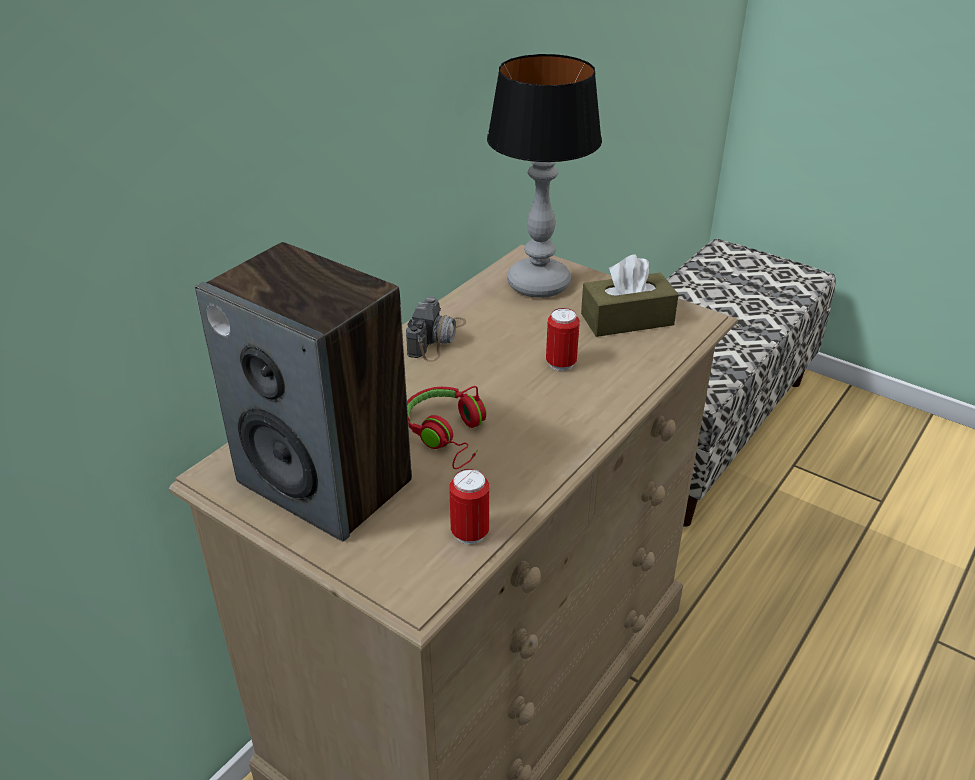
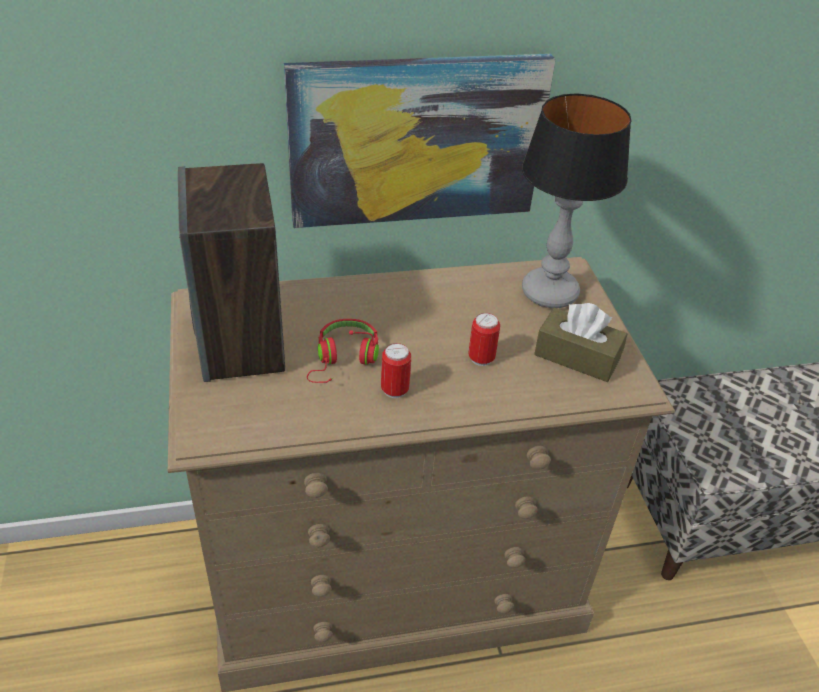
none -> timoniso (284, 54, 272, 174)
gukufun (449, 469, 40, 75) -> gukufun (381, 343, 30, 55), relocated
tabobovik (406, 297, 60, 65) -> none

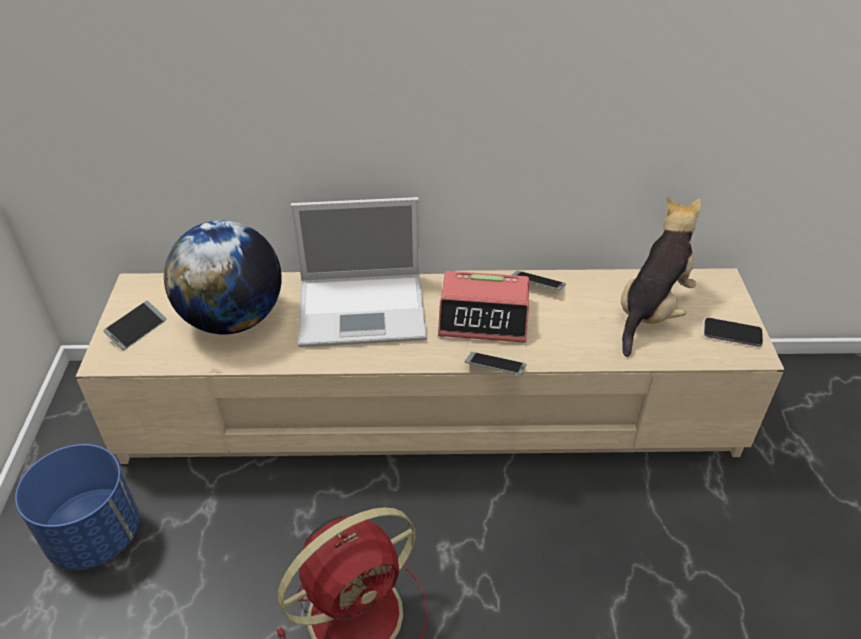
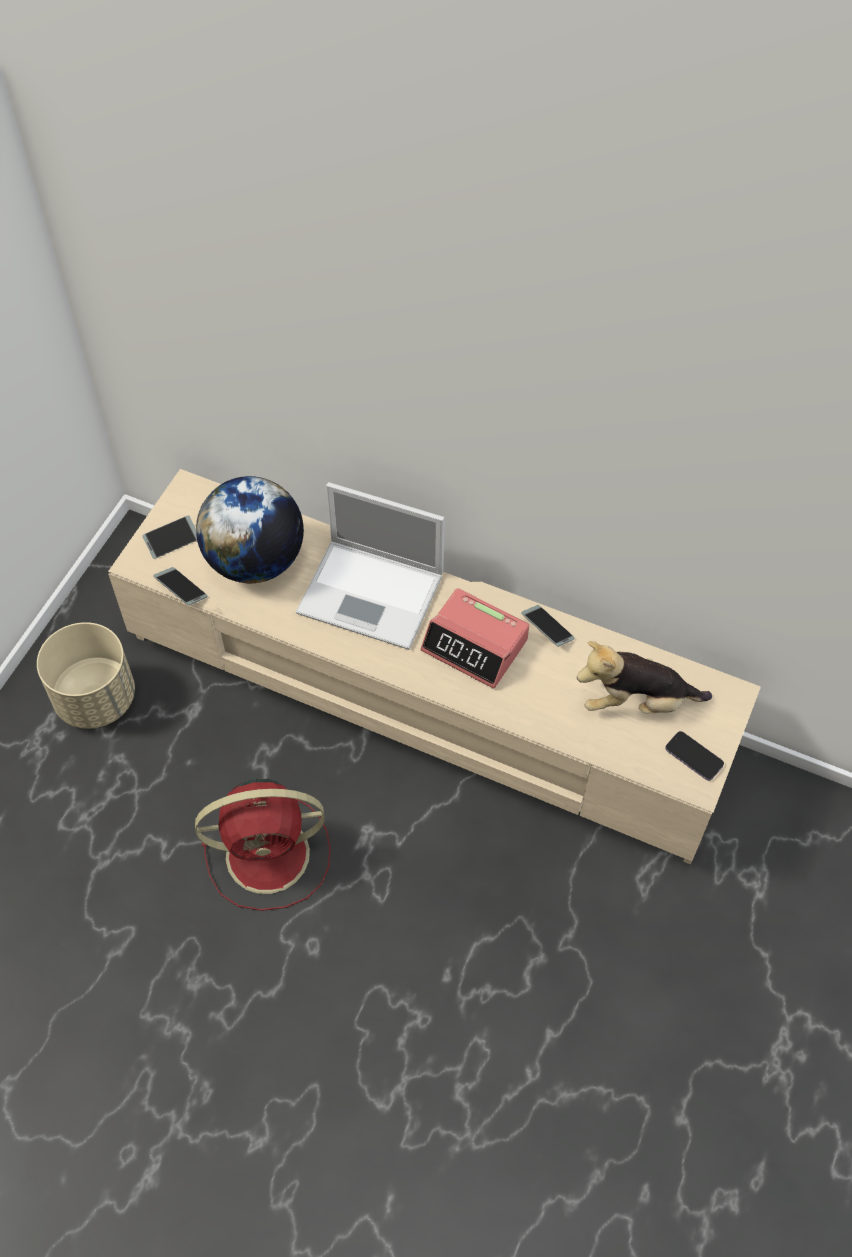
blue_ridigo (15, 444, 124, 126) -> beige_ridigo (37, 622, 98, 107)
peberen (465, 352, 62, 23) -> peberen (153, 567, 55, 38), relocated
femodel (621, 197, 80, 160) -> femodel (577, 641, 135, 73), 150 degrees counterclockwise

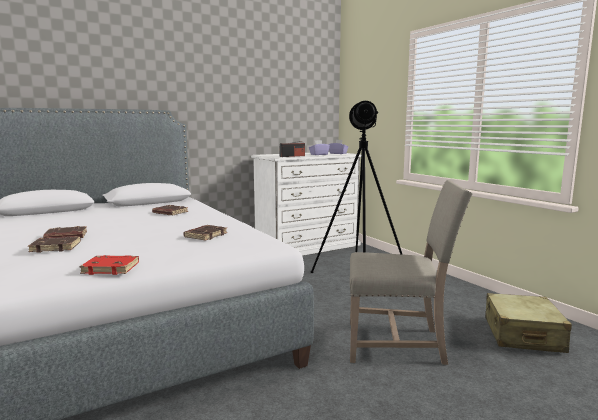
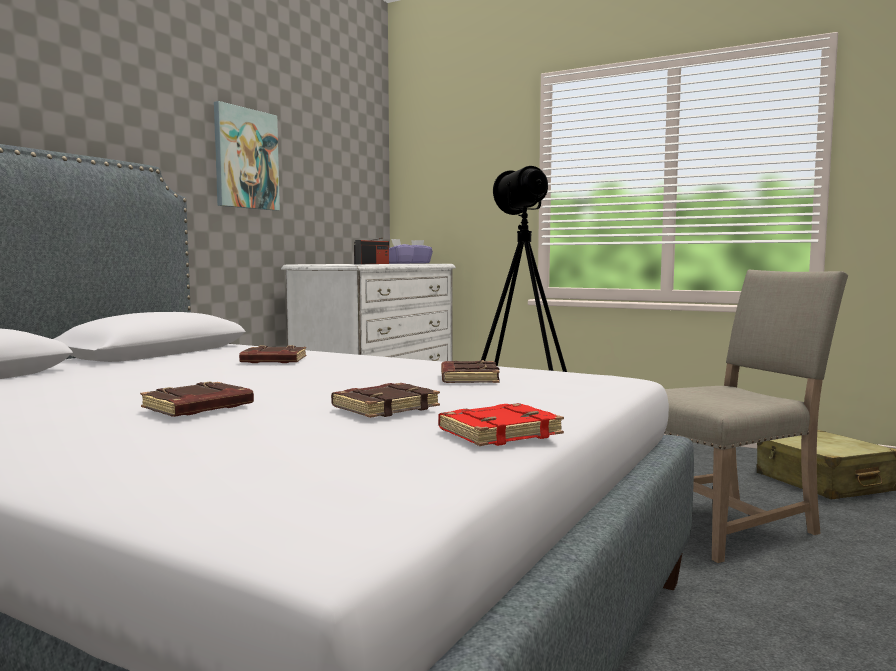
none -> timoniso (214, 101, 66, 110)
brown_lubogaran (28, 236, 53, 17) -> brown_lubogaran (331, 383, 109, 35), relocated

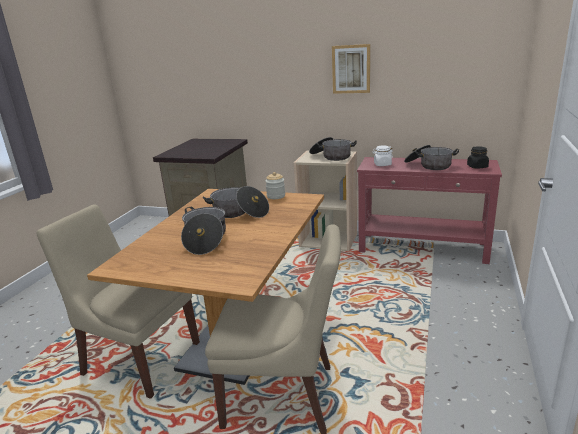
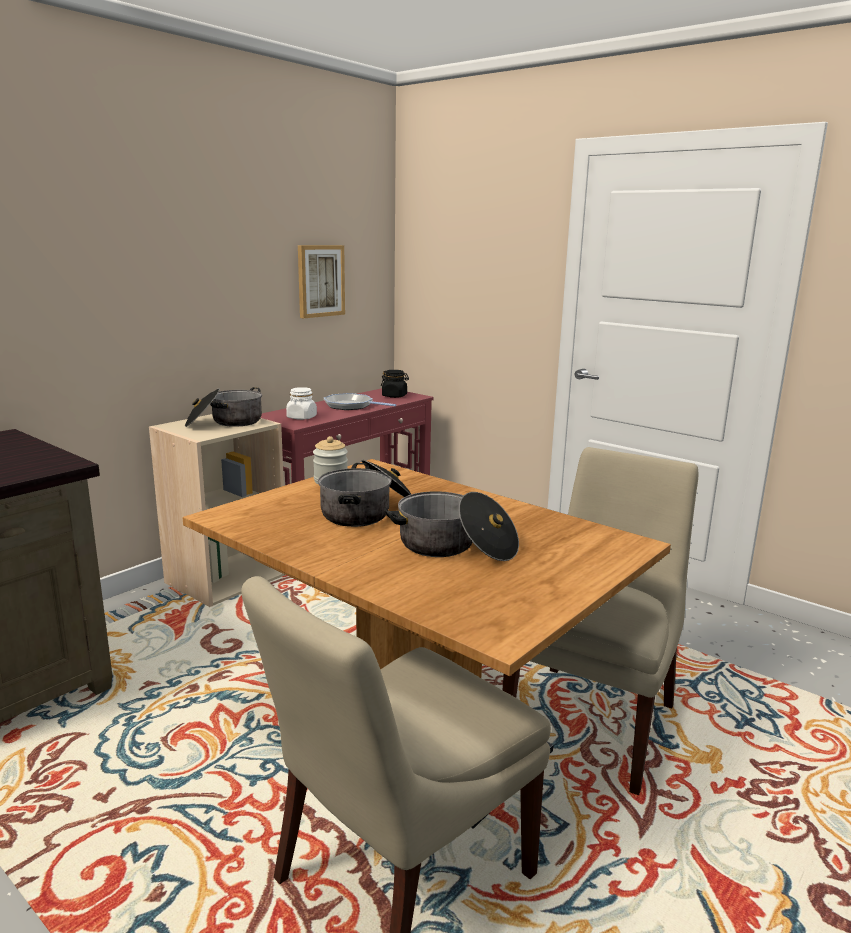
timoniso (332, 44, 38, 50) -> timoniso (298, 245, 47, 73), relocated
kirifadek (404, 145, 55, 25) -> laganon (324, 393, 72, 17)

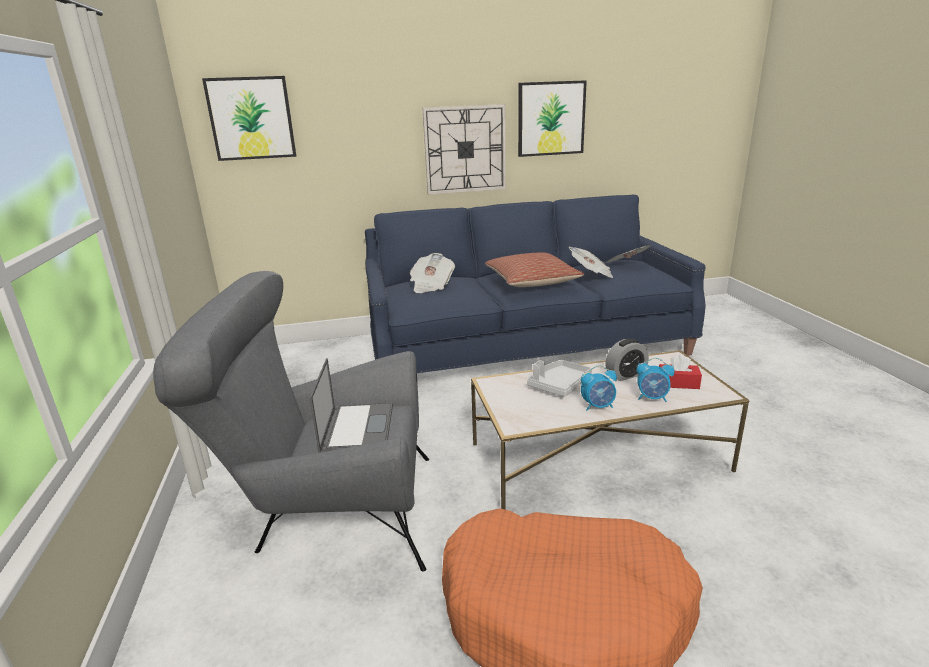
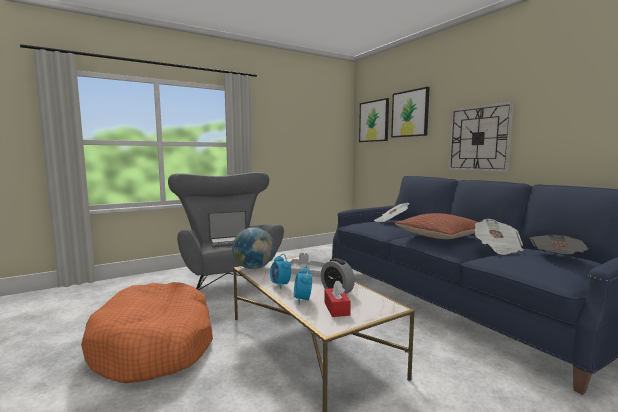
none -> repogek (232, 227, 42, 42)
timoniso (518, 80, 69, 77) -> timoniso (391, 87, 39, 51), relocated

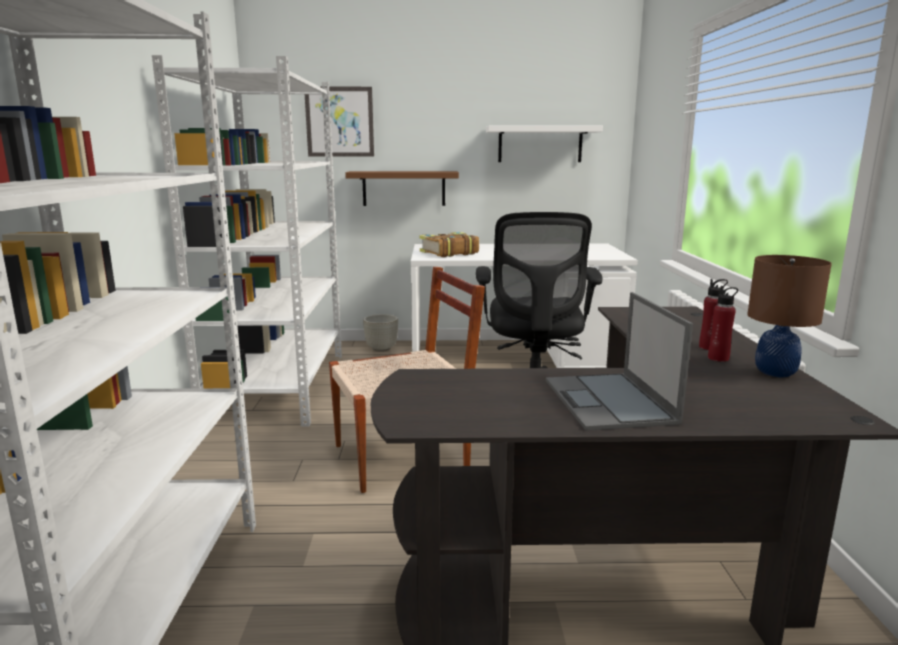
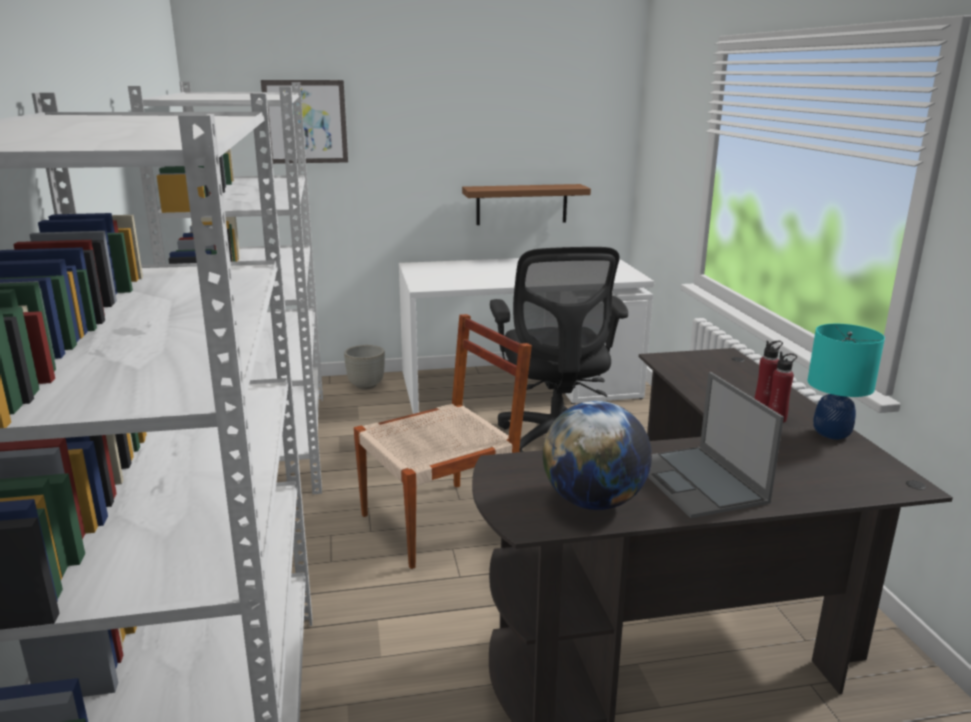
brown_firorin (345, 171, 114, 35) -> brown_firorin (462, 184, 129, 41), relocated
none -> repogek (542, 401, 110, 109)
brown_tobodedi (747, 255, 85, 123) -> turquoise_tobodedi (807, 324, 78, 116)
lubogaran (420, 232, 59, 25) -> none
white_firorin (486, 125, 117, 37) -> none

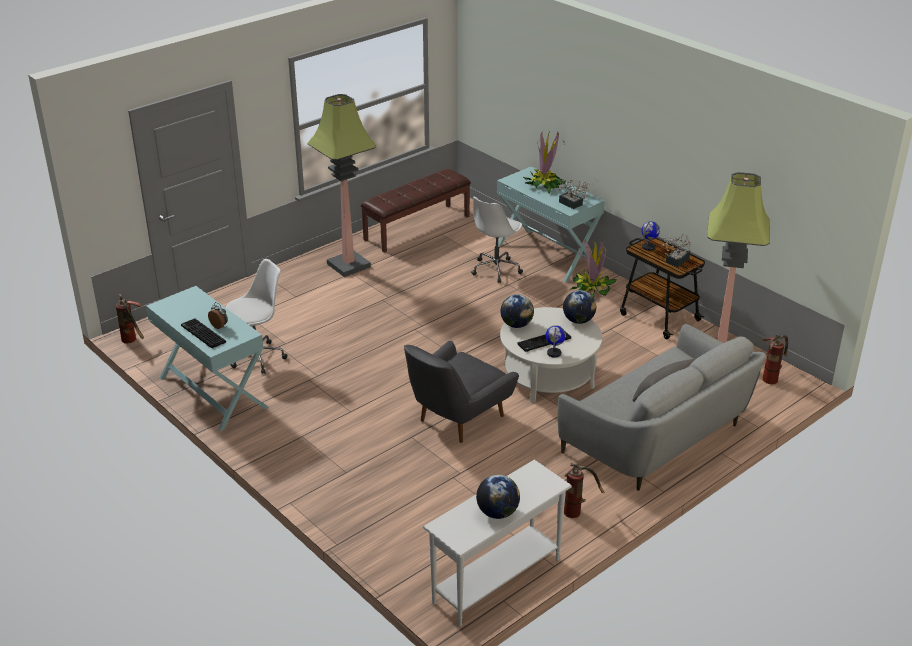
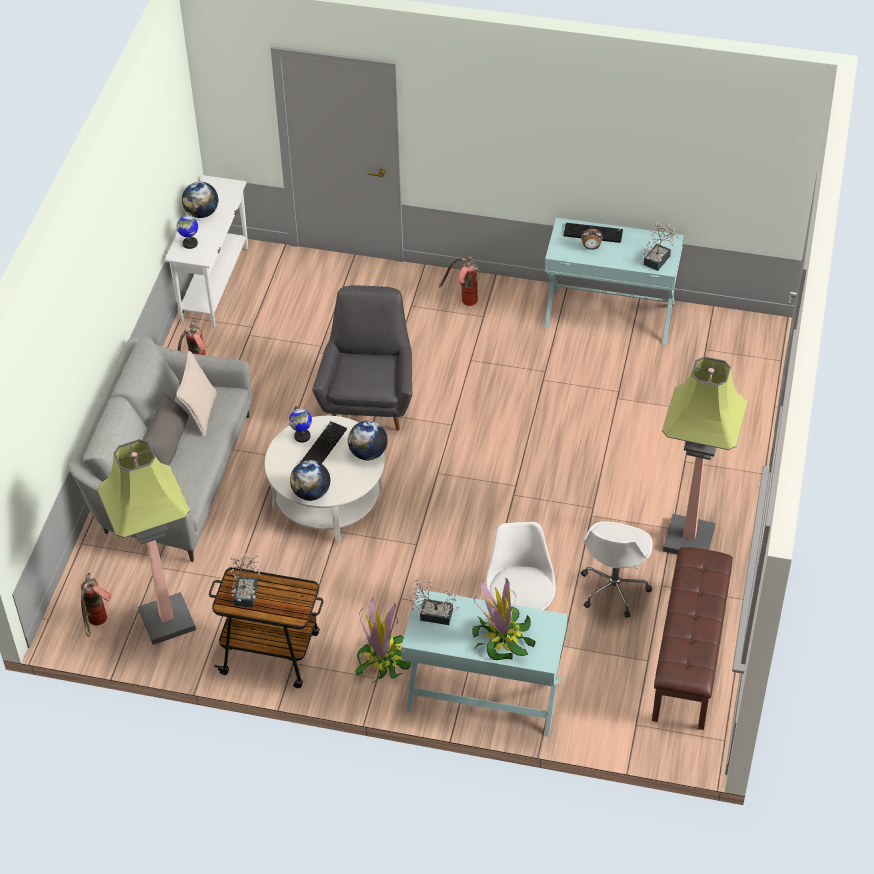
repogek (641, 221, 19, 30) -> repogek (177, 212, 21, 37), relocated
none -> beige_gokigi (177, 351, 40, 85)
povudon (116, 293, 28, 50) -> povudon (438, 257, 41, 49), relocated
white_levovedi (226, 259, 62, 115) -> white_levovedi (581, 521, 72, 97), relocated
none -> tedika (644, 222, 34, 49)

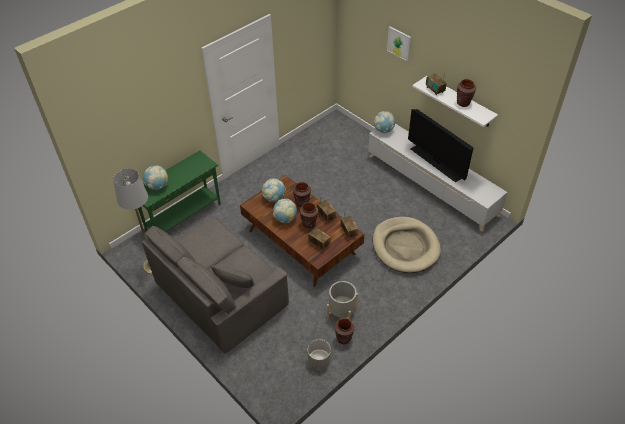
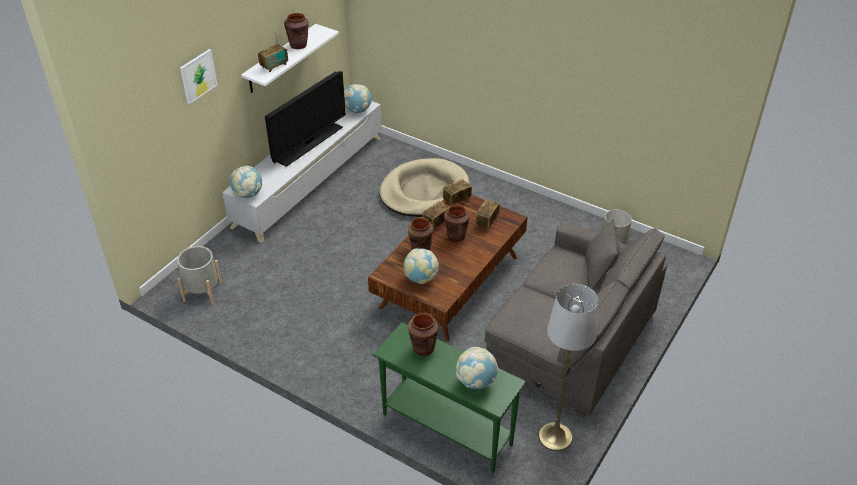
grey_ridigo (327, 281, 31, 39) -> grey_ridigo (177, 246, 45, 58), relocated
repogek (273, 199, 24, 24) -> repogek (344, 84, 27, 29), relocated
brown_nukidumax (335, 318, 20, 26) -> brown_nukidumax (408, 313, 30, 43), relocated

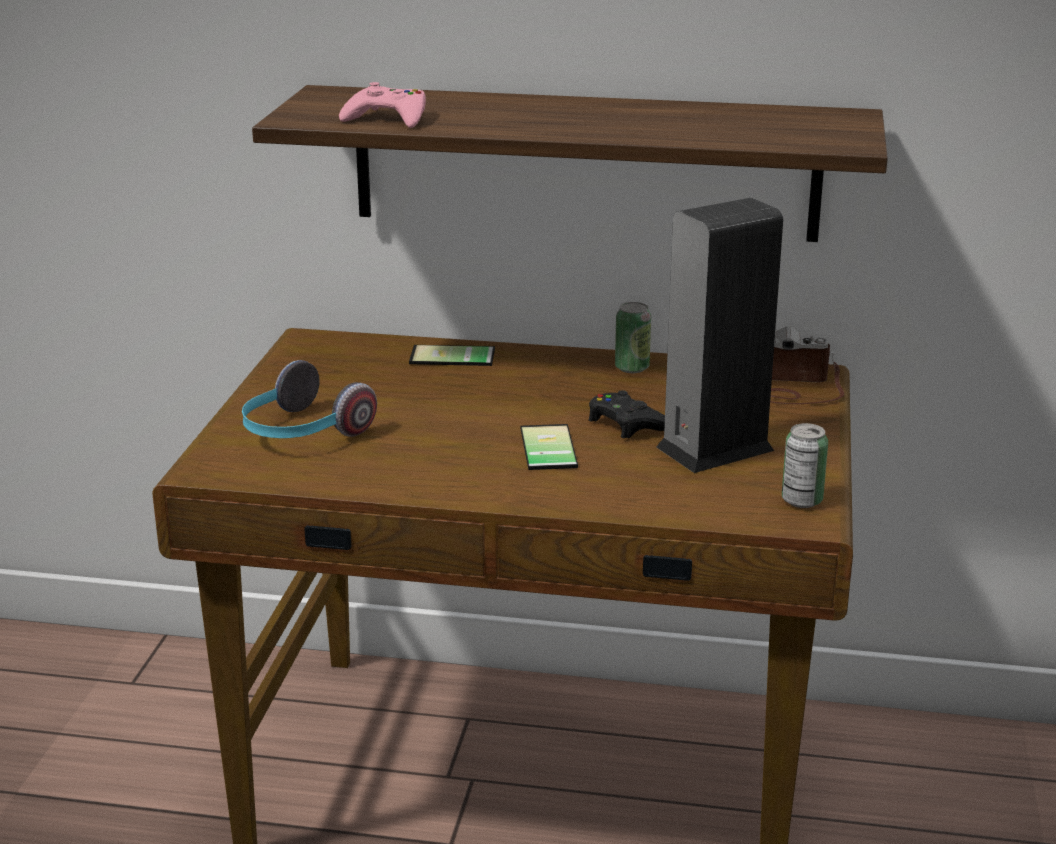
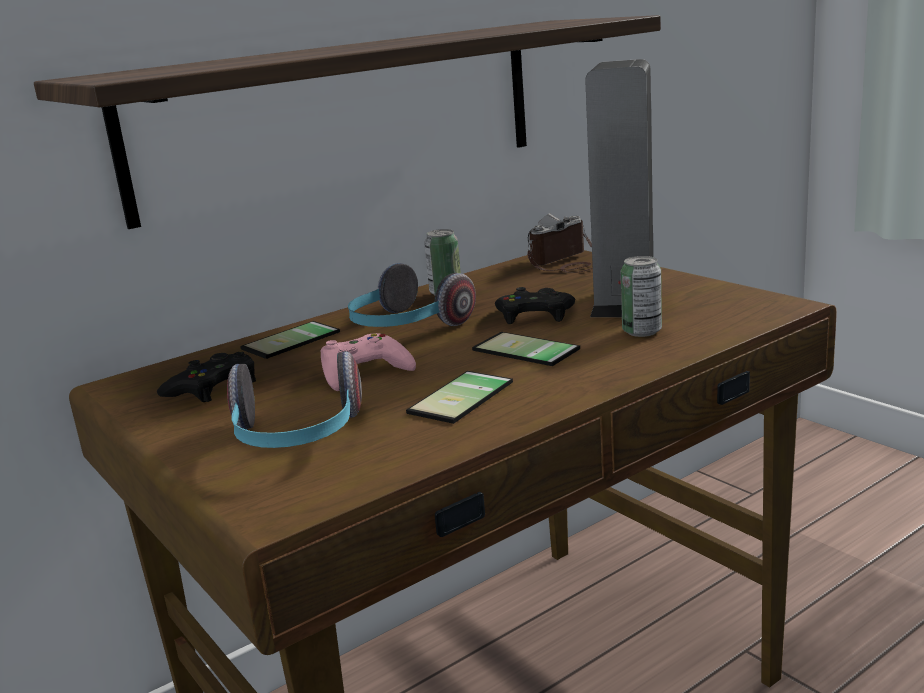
none -> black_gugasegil (157, 352, 99, 50)
pink_gugasegil (339, 82, 87, 46) -> pink_gugasegil (320, 333, 96, 58), relocated
none -> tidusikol (348, 263, 128, 64)
none -> peberen (406, 371, 107, 53)
gukufun (782, 423, 46, 85) -> gukufun (621, 256, 41, 81), relocated

